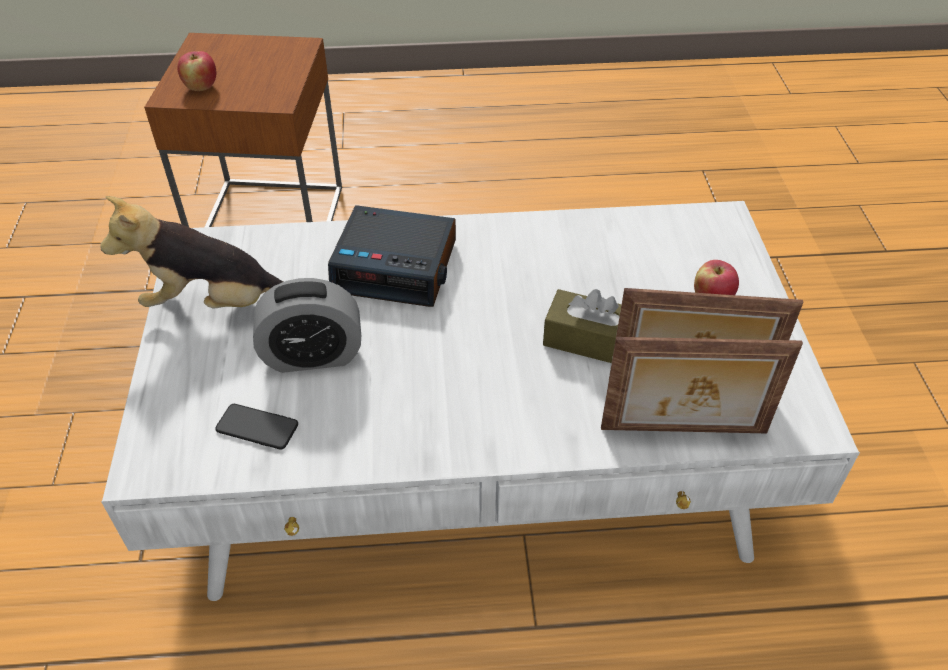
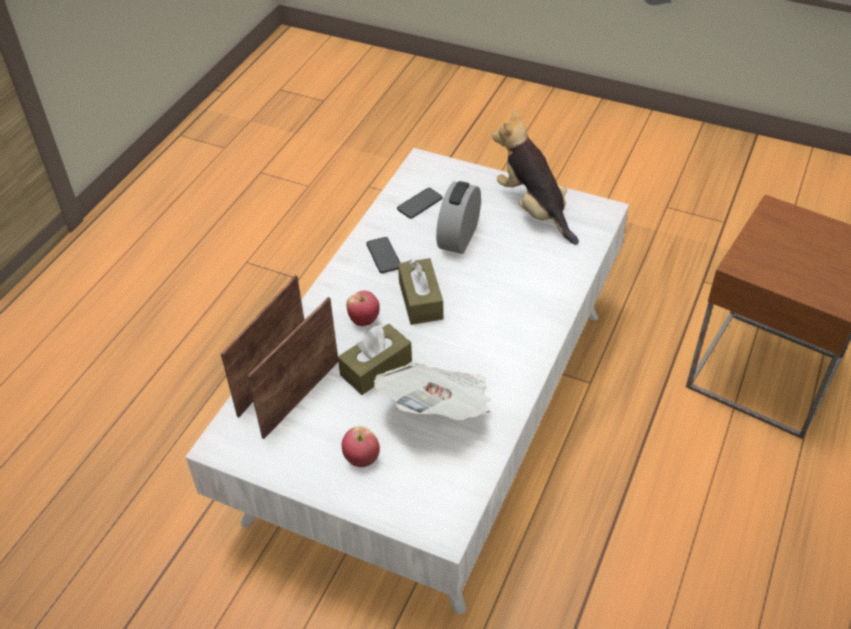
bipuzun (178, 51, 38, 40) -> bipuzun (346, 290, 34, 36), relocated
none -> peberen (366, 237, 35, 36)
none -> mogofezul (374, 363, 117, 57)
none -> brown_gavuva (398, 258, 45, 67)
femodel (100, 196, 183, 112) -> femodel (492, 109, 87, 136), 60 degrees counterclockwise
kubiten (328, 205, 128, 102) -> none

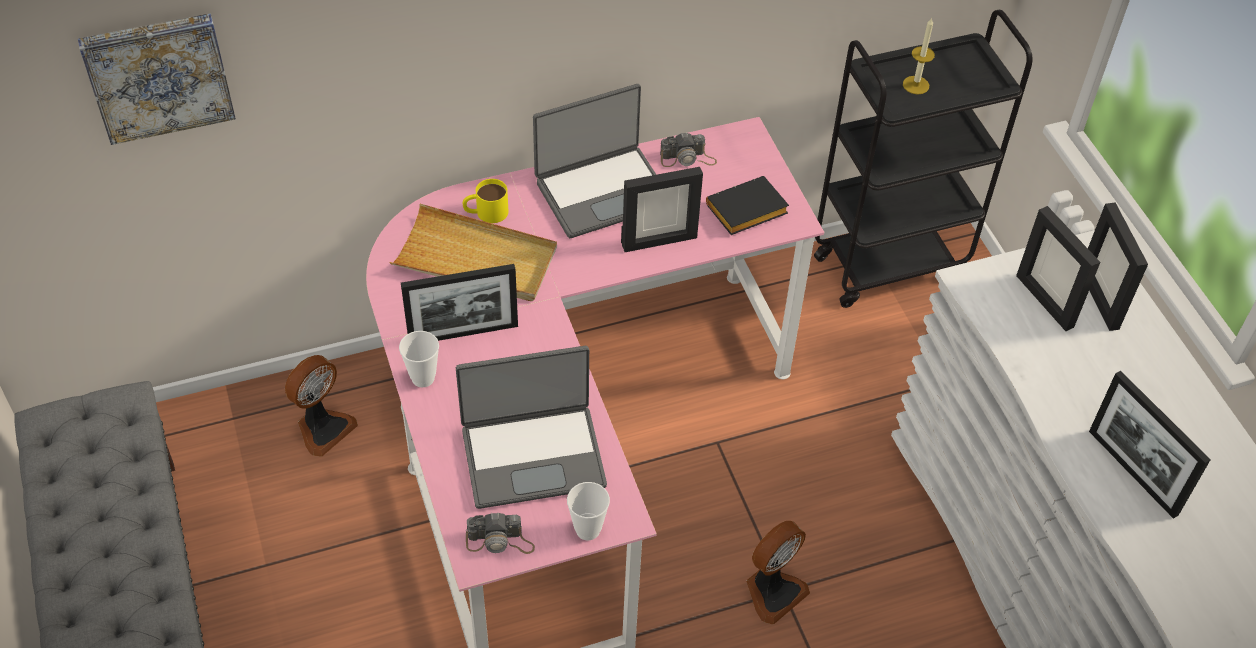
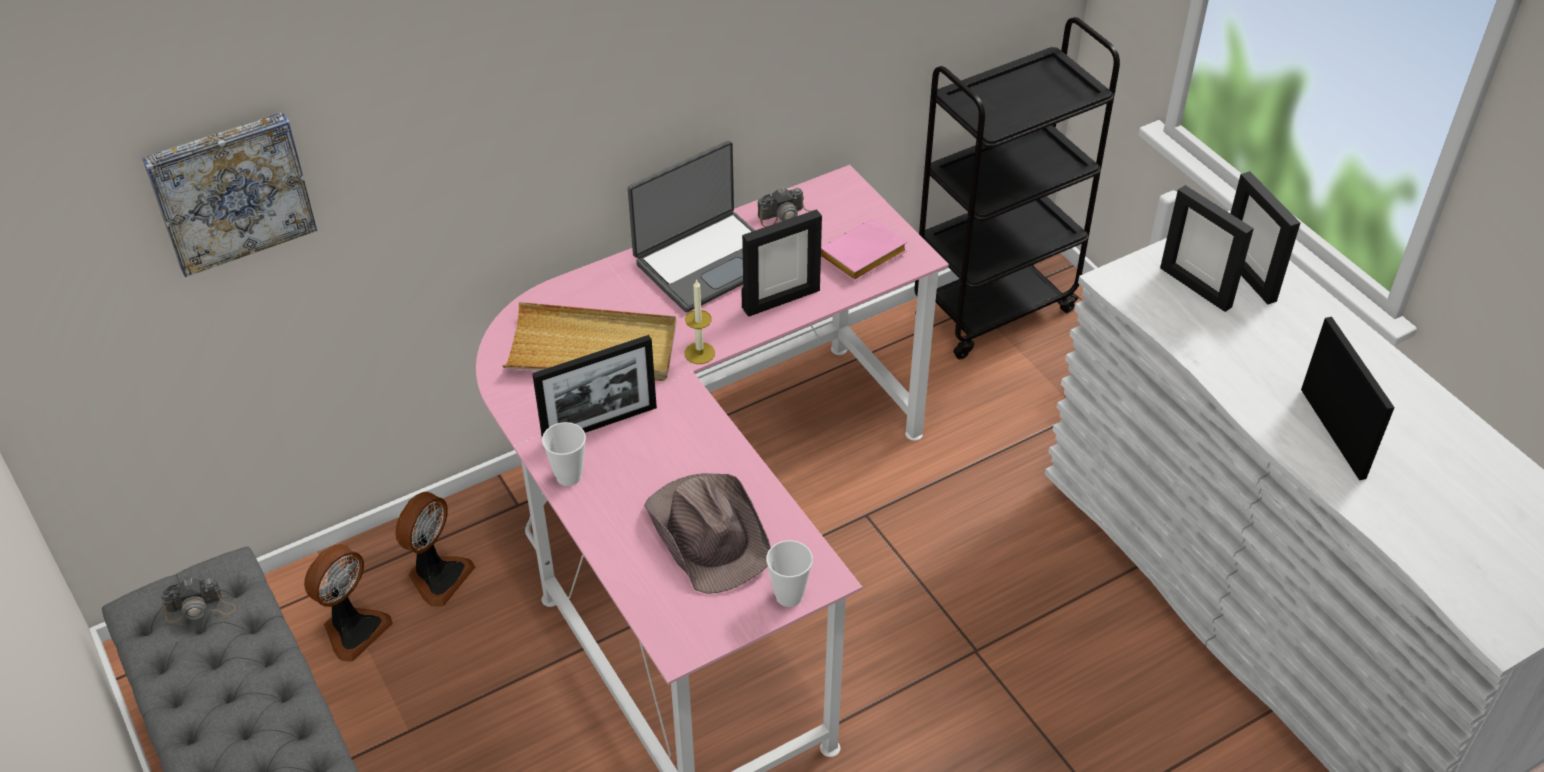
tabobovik (466, 512, 69, 42) -> tabobovik (161, 578, 75, 45), relocated
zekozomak (746, 521, 64, 104) -> zekozomak (304, 544, 89, 118), relocated
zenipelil (456, 346, 151, 163) -> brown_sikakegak (644, 473, 127, 121)
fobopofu (903, 17, 32, 77) -> fobopofu (685, 279, 30, 85), relocated
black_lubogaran (706, 176, 83, 59) -> pink_lubogaran (821, 219, 86, 63)
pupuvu (1089, 371, 122, 148) -> pupuvu (1301, 317, 94, 163), 150 degrees counterclockwise
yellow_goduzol (463, 179, 45, 44) -> none

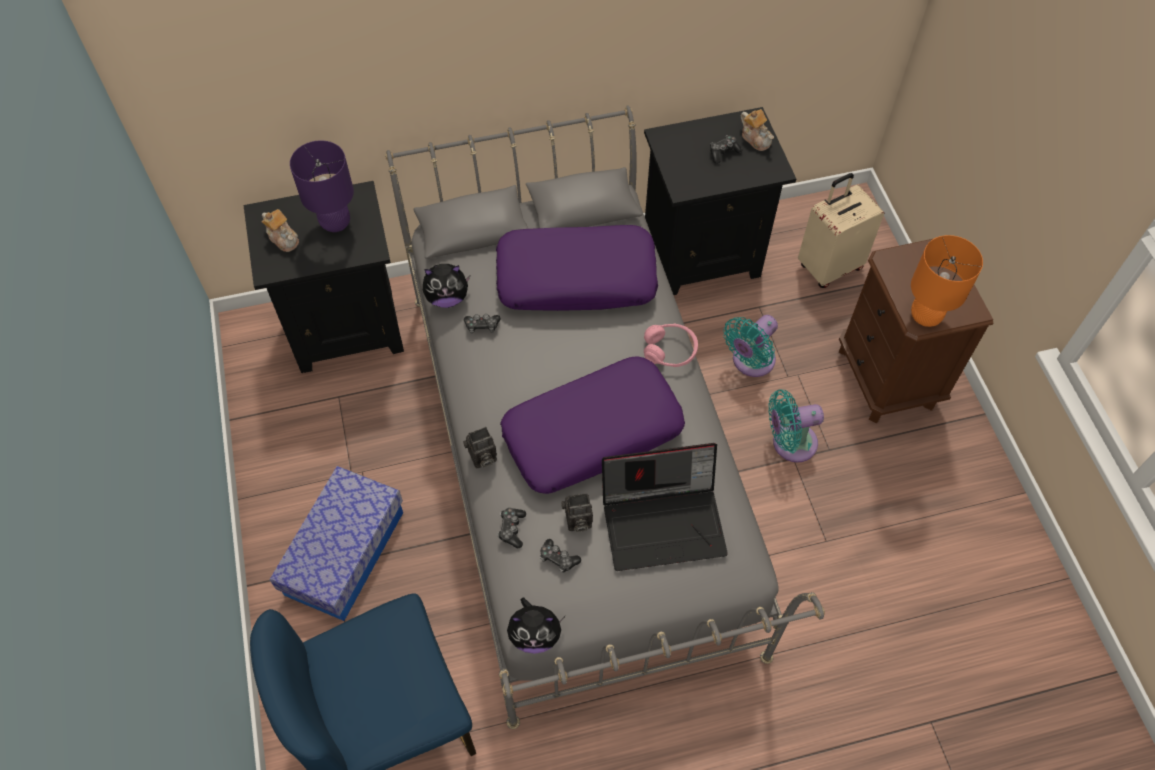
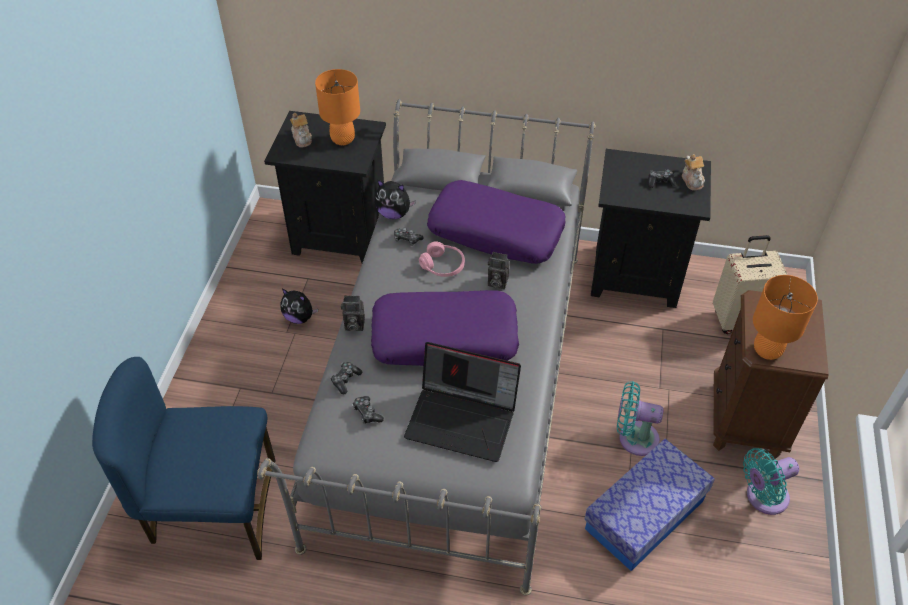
femodel (507, 597, 58, 57) -> femodel (281, 289, 37, 35), relocated
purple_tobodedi (290, 140, 64, 92) -> orange_tobodedi (315, 69, 45, 76)
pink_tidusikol (644, 323, 54, 44) -> pink_tidusikol (419, 241, 46, 36), relocated
tabobovik (561, 493, 32, 39) -> tabobovik (488, 252, 22, 37), relocated
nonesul (270, 466, 133, 155) -> nonesul (584, 439, 131, 132), relocated
turquoise_zekozomak (723, 315, 55, 62) -> turquoise_zekozomak (743, 448, 56, 67), relocated

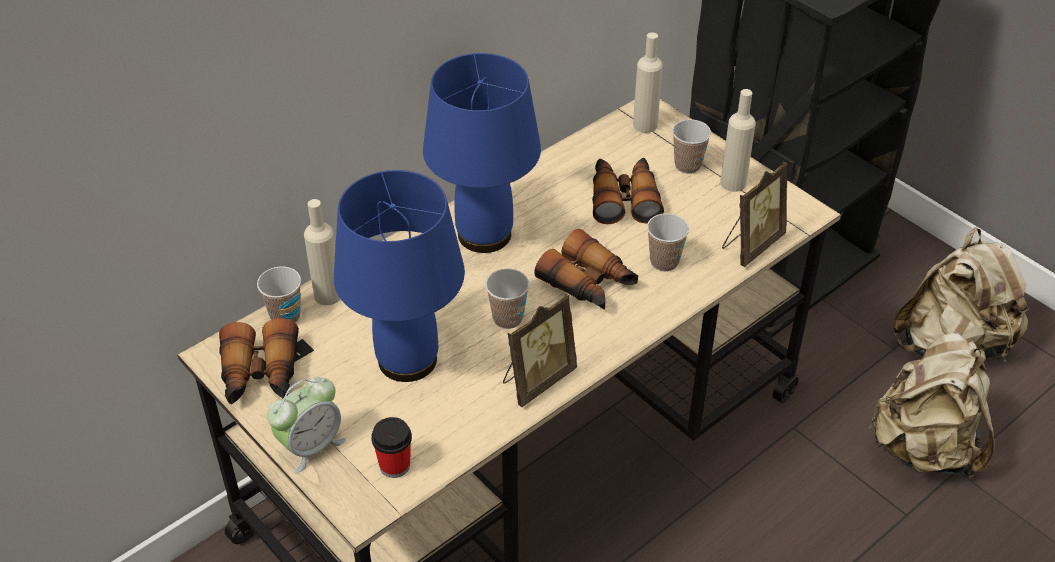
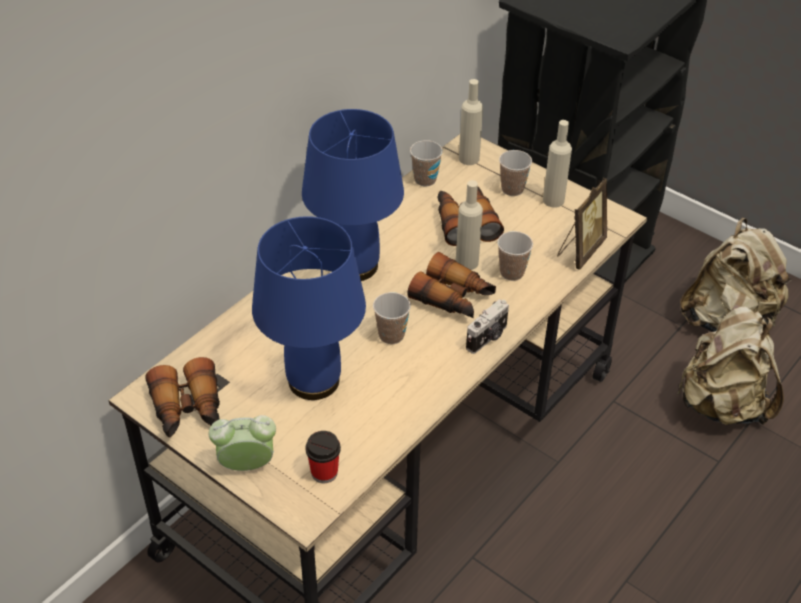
kubiten (267, 377, 79, 96) -> kubiten (209, 415, 67, 56), 135 degrees counterclockwise
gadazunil (257, 267, 44, 56) -> gadazunil (410, 140, 33, 46), relocated
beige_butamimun (304, 199, 36, 106) -> beige_butamimun (456, 180, 27, 90), relocated
none -> tabobovik (466, 299, 43, 55)
pupuvu (503, 293, 74, 114) -> none

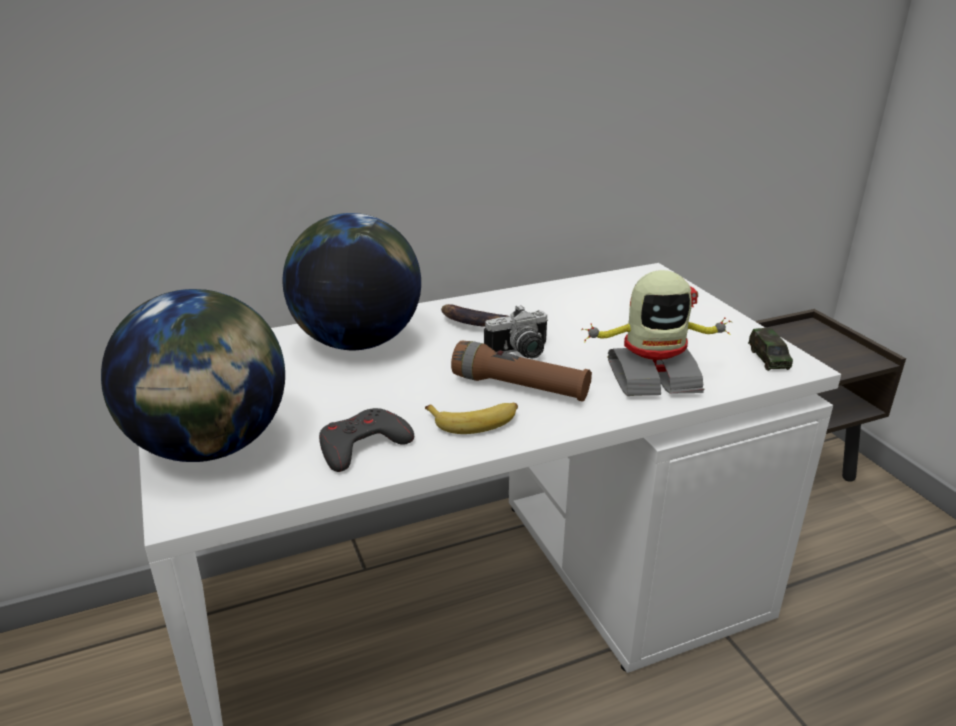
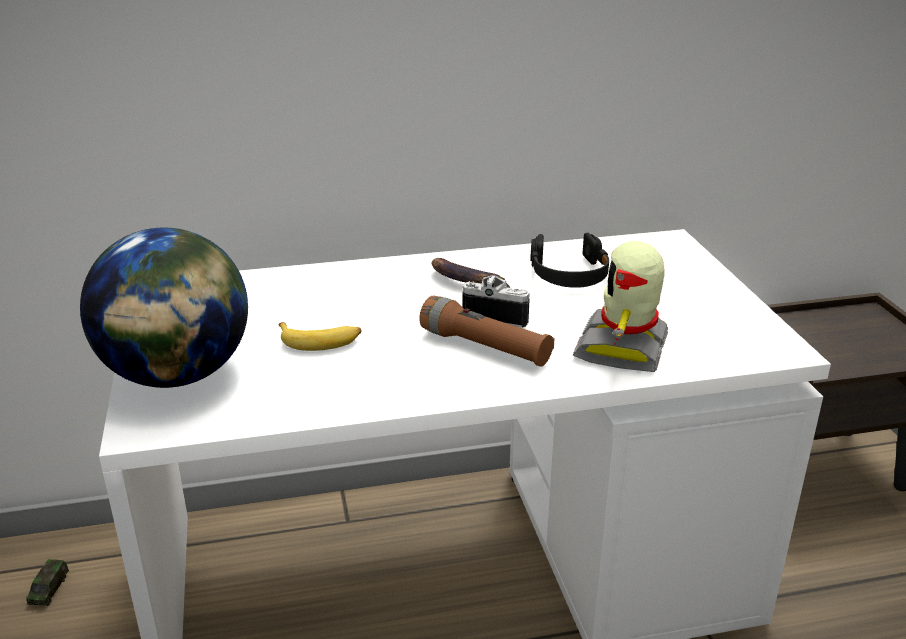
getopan (748, 328, 45, 43) -> getopan (26, 559, 43, 47), relocated
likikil (425, 403, 93, 31) -> likikil (279, 322, 83, 29), relocated
tabobovik (484, 305, 64, 53) -> tabobovik (463, 275, 67, 53), 150 degrees counterclockwise
none -> black_tidusikol (530, 233, 79, 55)
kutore (582, 270, 149, 126) -> kutore (573, 241, 95, 131), 105 degrees clockwise
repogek (283, 213, 138, 137) -> none
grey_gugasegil (319, 408, 95, 64) -> none

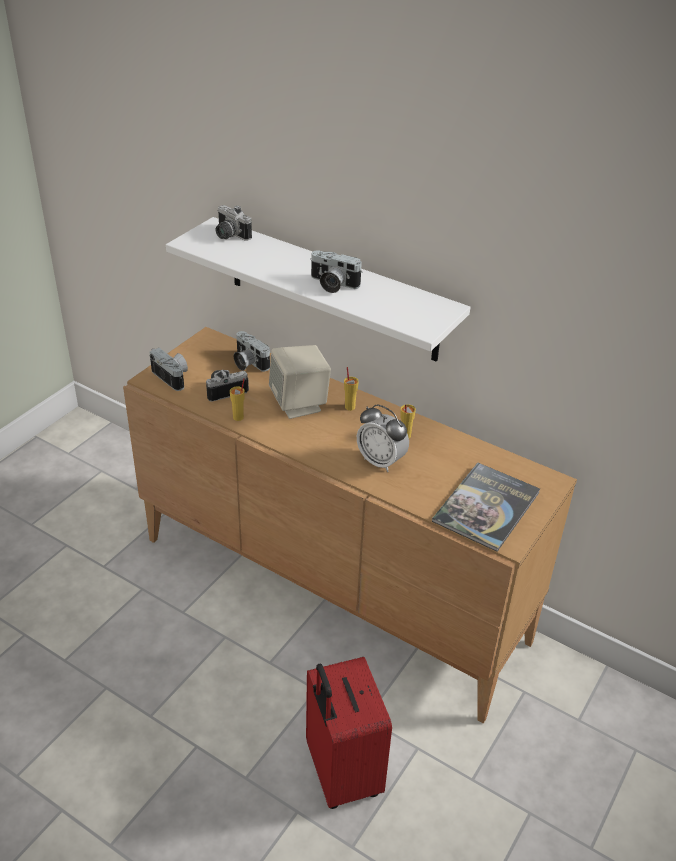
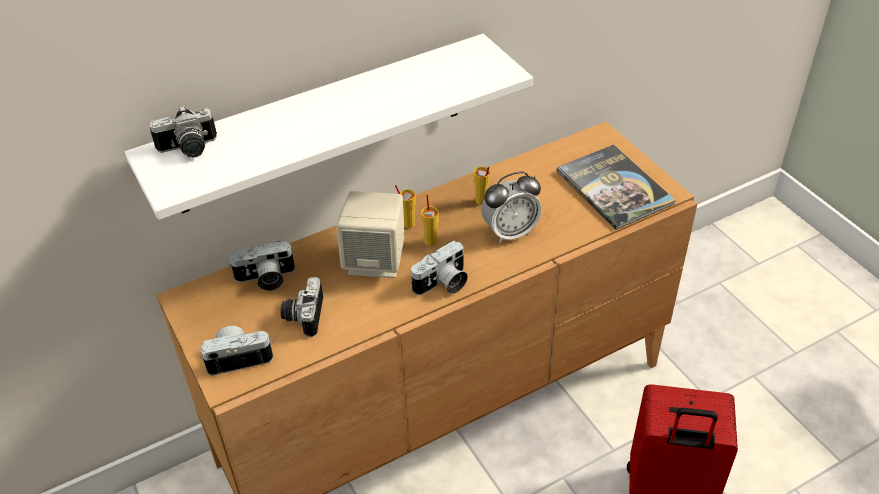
tabobovik (310, 251, 53, 42) -> tabobovik (411, 241, 57, 54), relocated
yellow_gadazunil (230, 378, 15, 43) -> yellow_gadazunil (421, 195, 18, 51), relocated

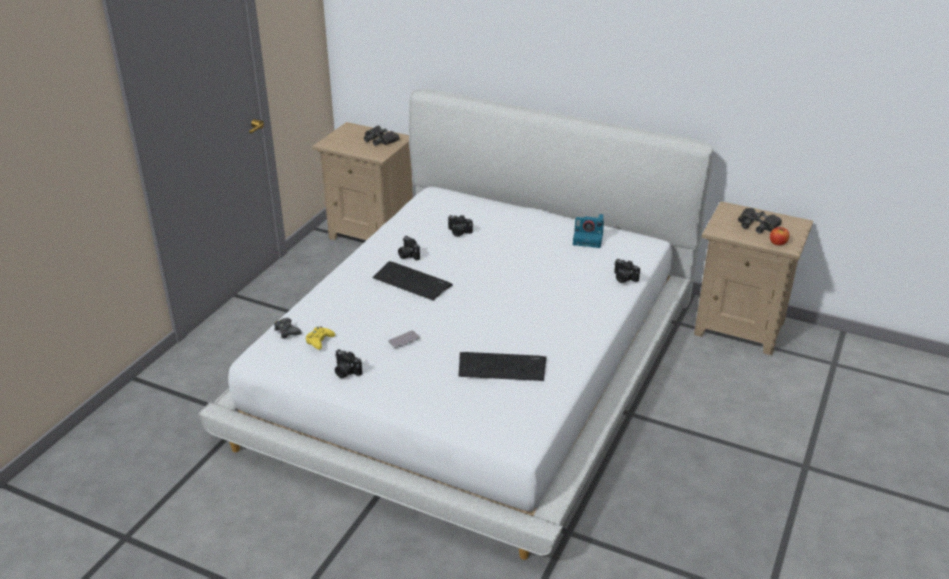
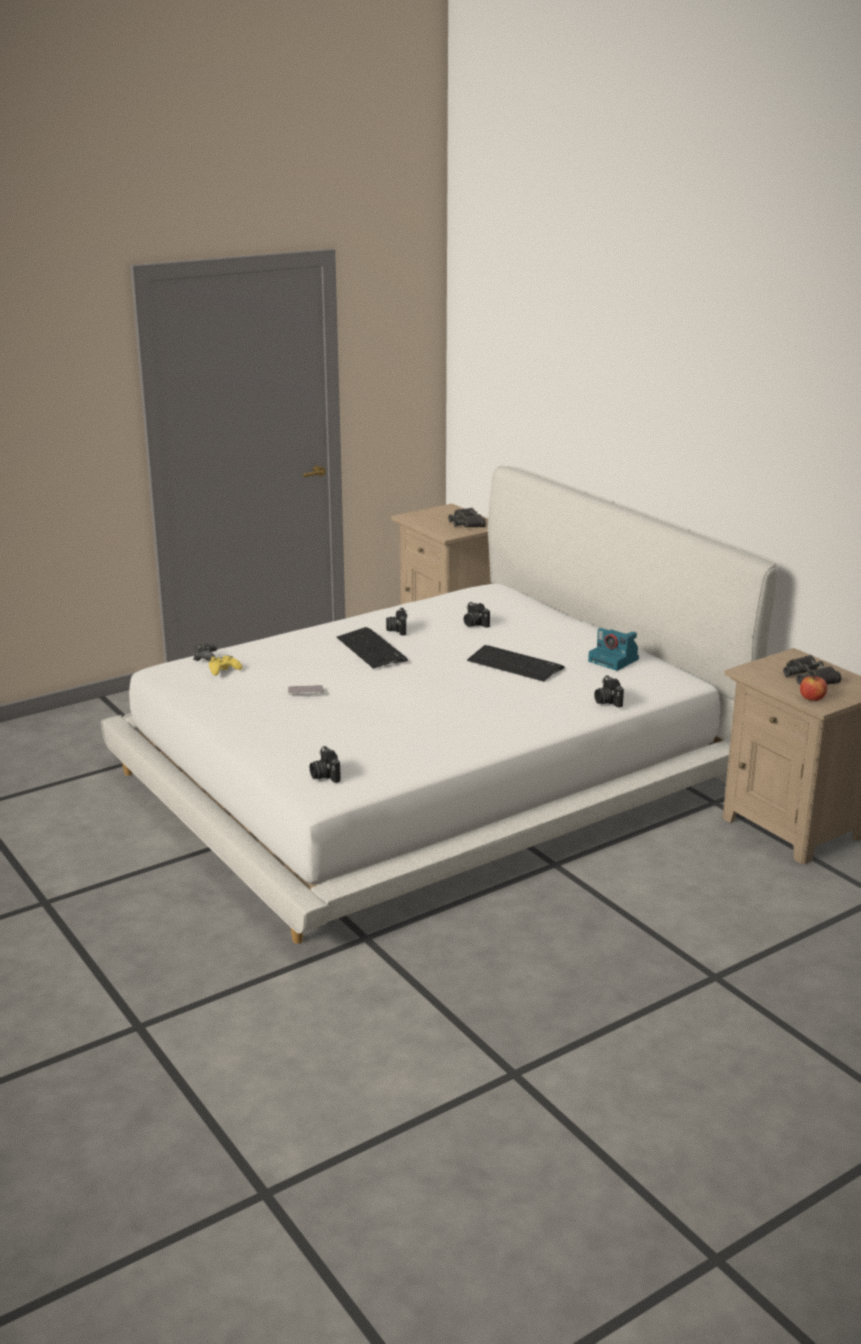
tabobovik (335, 349, 27, 29) -> tabobovik (310, 746, 31, 37), relocated
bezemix (458, 352, 89, 29) -> bezemix (467, 645, 98, 37), relocated

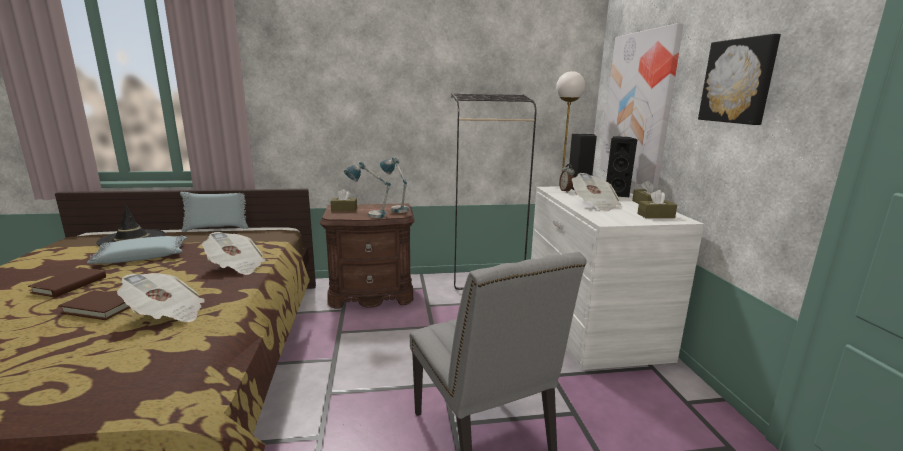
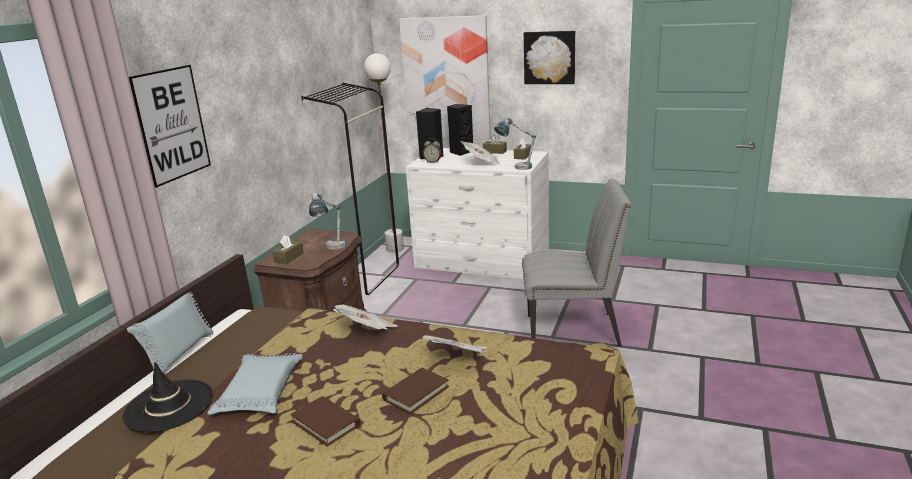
none -> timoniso (129, 65, 82, 123)
tobodedi (380, 156, 28, 57) -> tobodedi (494, 117, 42, 53), relocated

